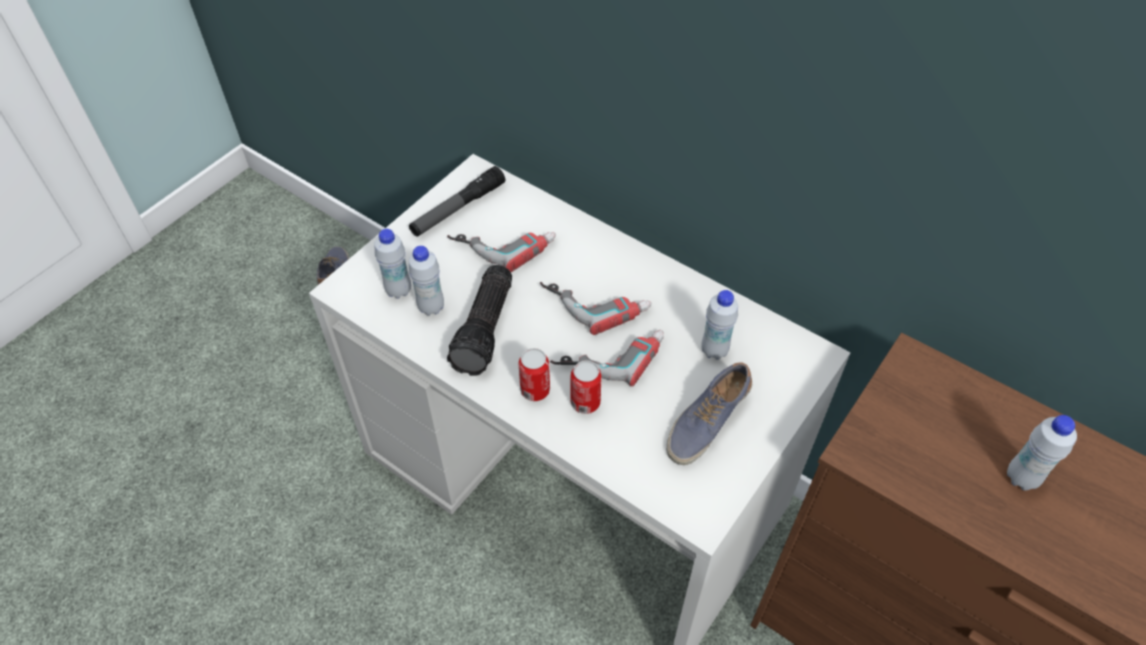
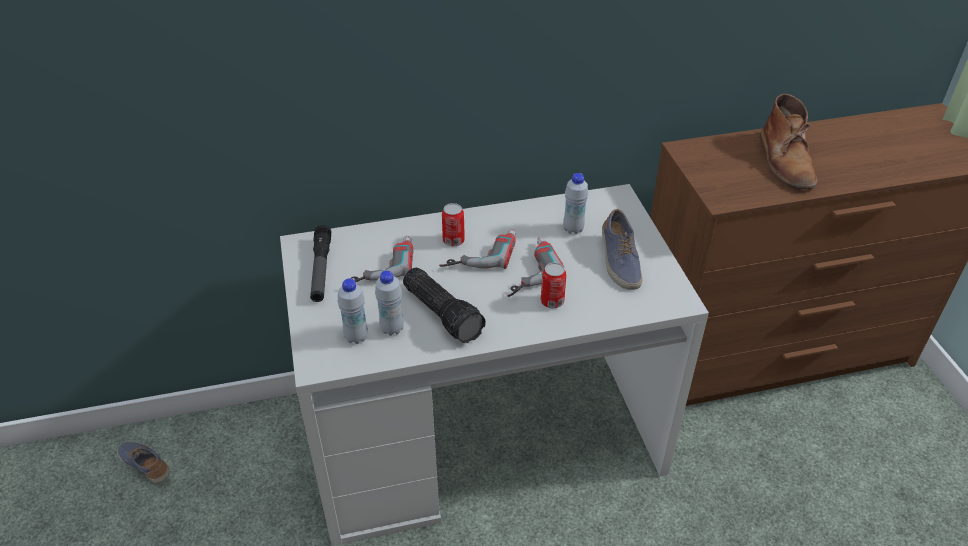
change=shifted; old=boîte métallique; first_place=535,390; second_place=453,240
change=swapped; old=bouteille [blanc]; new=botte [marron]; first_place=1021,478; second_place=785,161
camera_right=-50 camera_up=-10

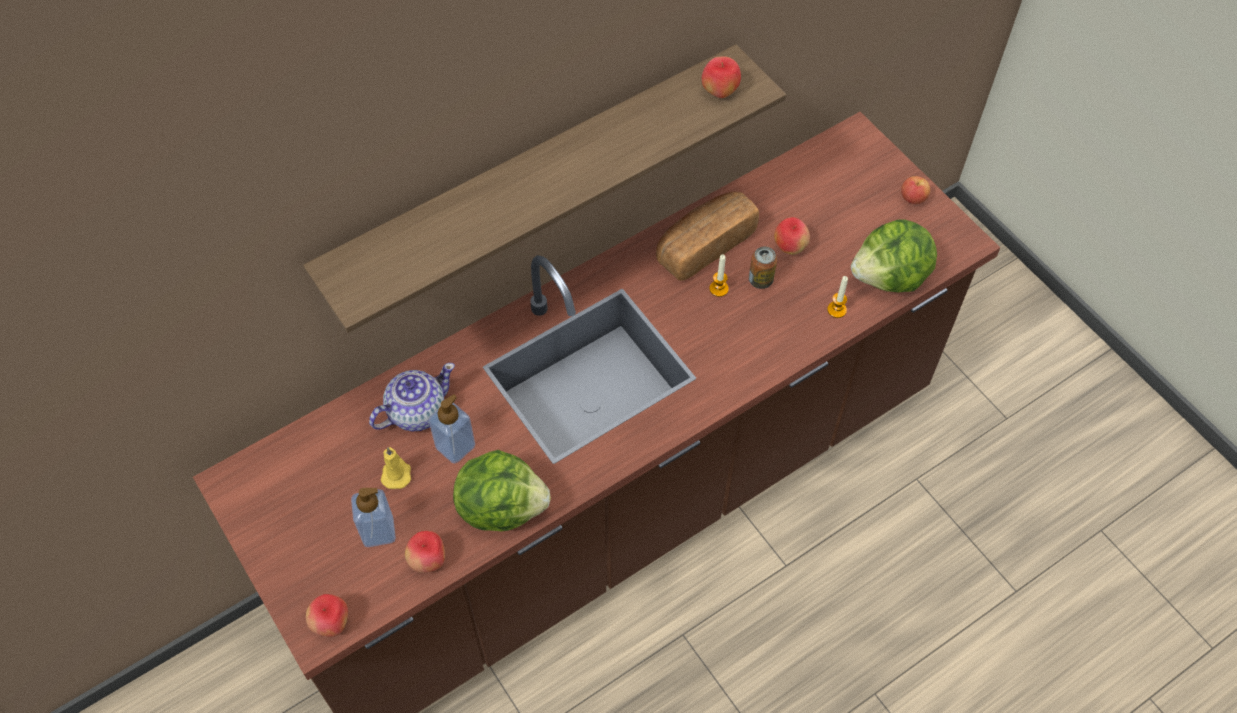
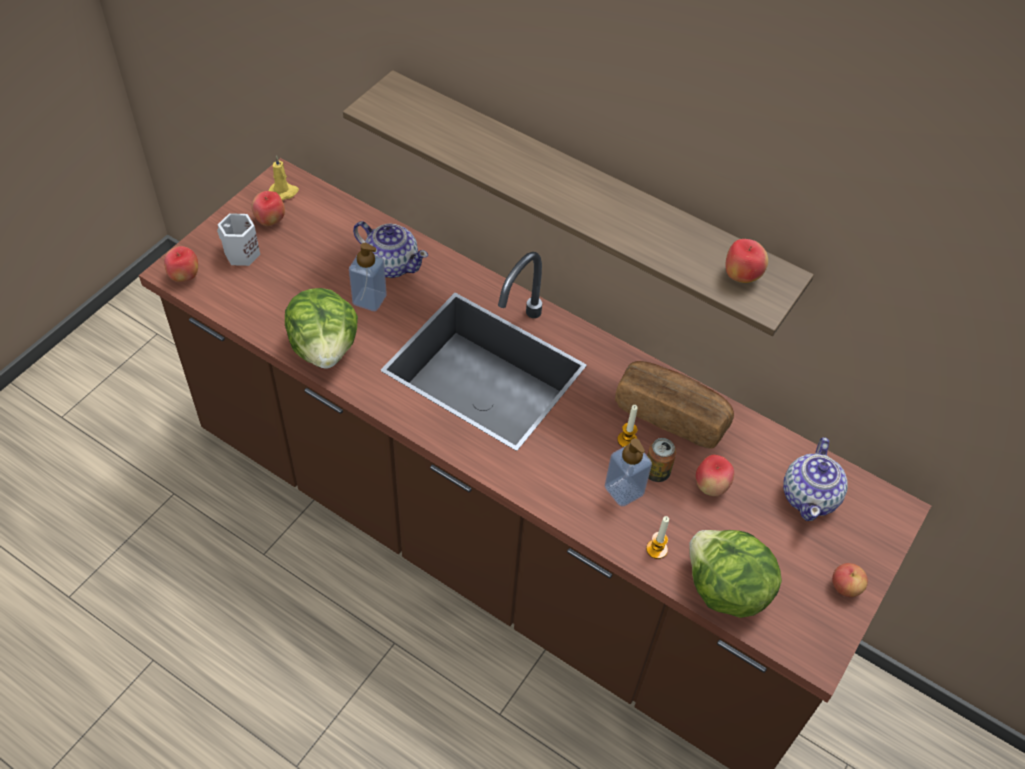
change=new; new=mug [blanc]; second_place=240,254
change=new; new=théière; second_place=810,496
change=shifted; old=distributeur de savon; first_place=378,531; second_place=624,490
change=shifted; old=bougie [jaune]; first_place=396,473; second_place=284,192
change=shifted; old=pomme; first_place=428,561; second_place=270,221
camera_right=65 camera_up=-5

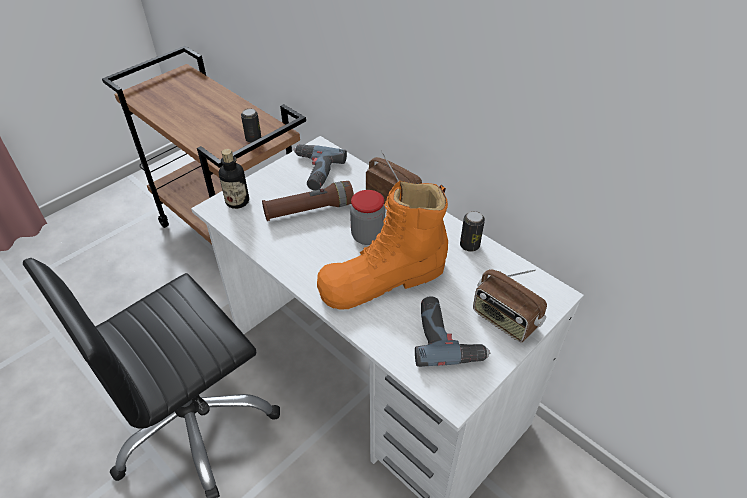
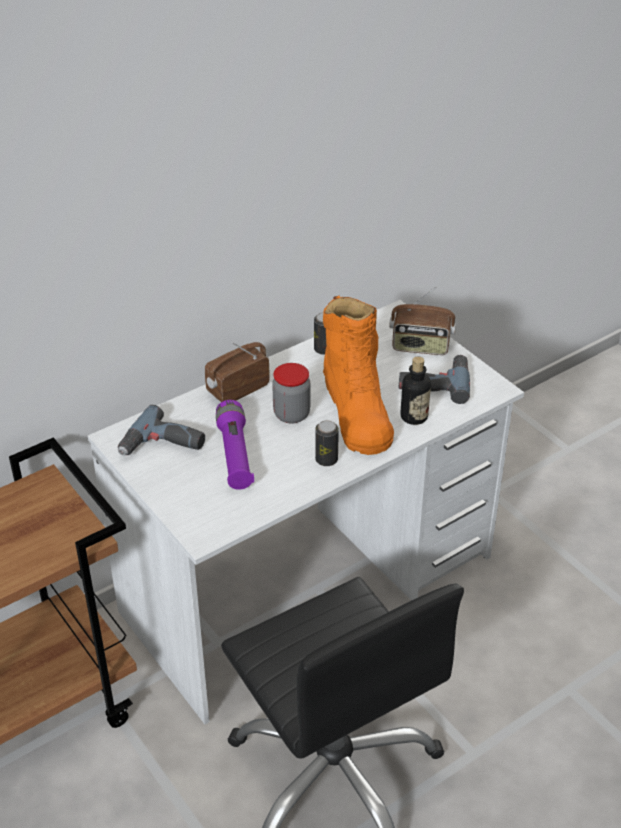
change=shifted; old=bouteille; first_place=237,201; second_place=414,416
change=shifted; old=boîte métallique; first_place=253,139; second_place=326,460
change=repainted; old=lampe de poche [marron]; new=lampe de poche [violet]; first_place=309,210; second_place=235,455
change=rotated; old=radio; first_place=504,320; second_place=420,347; degrees=45
camera_right=-80 camera_up=-5

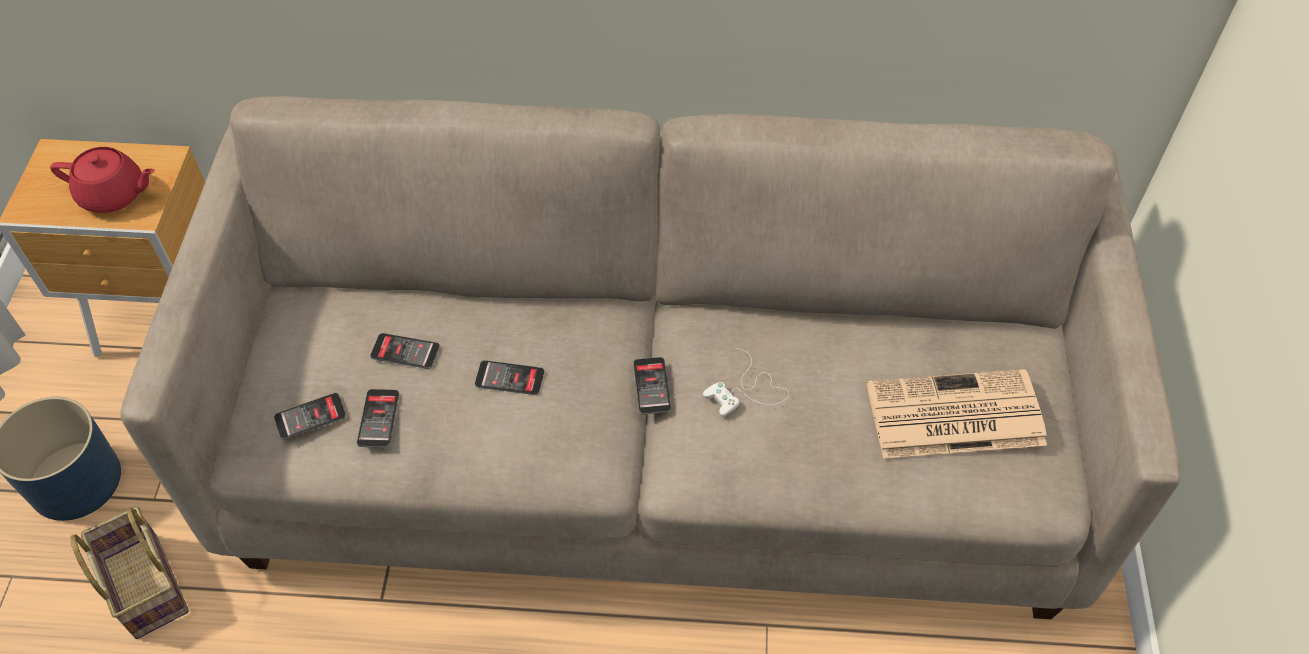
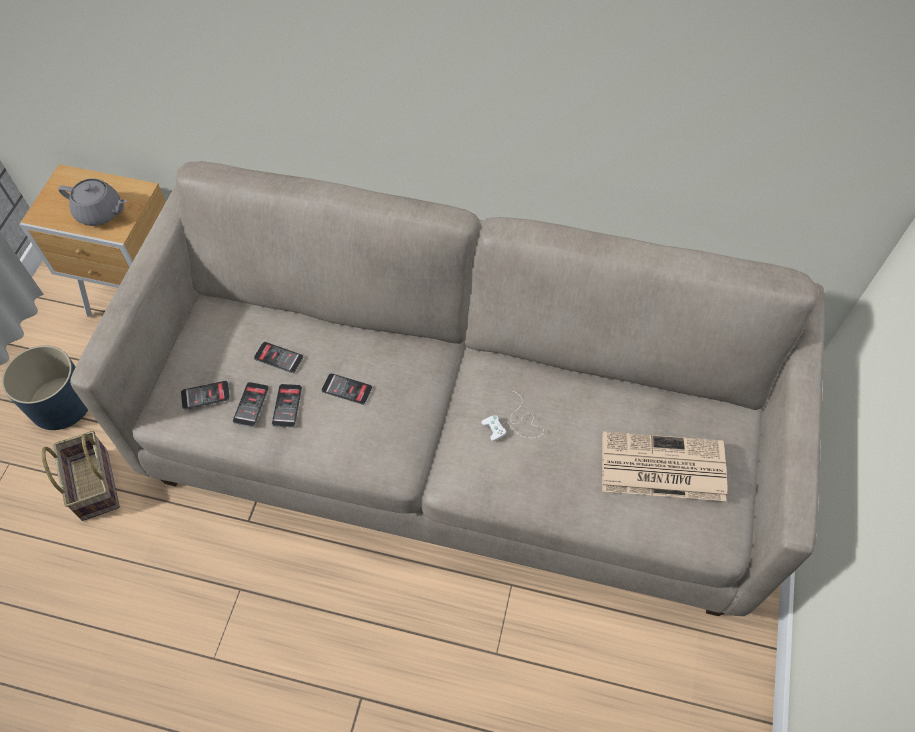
change=shifted; old=téléphone; first_place=651,386; second_place=287,406
change=repainted; old=théière [rouge]; new=théière [gris]; first_place=114,195; second_place=100,213
camera_right=10 camera_up=5

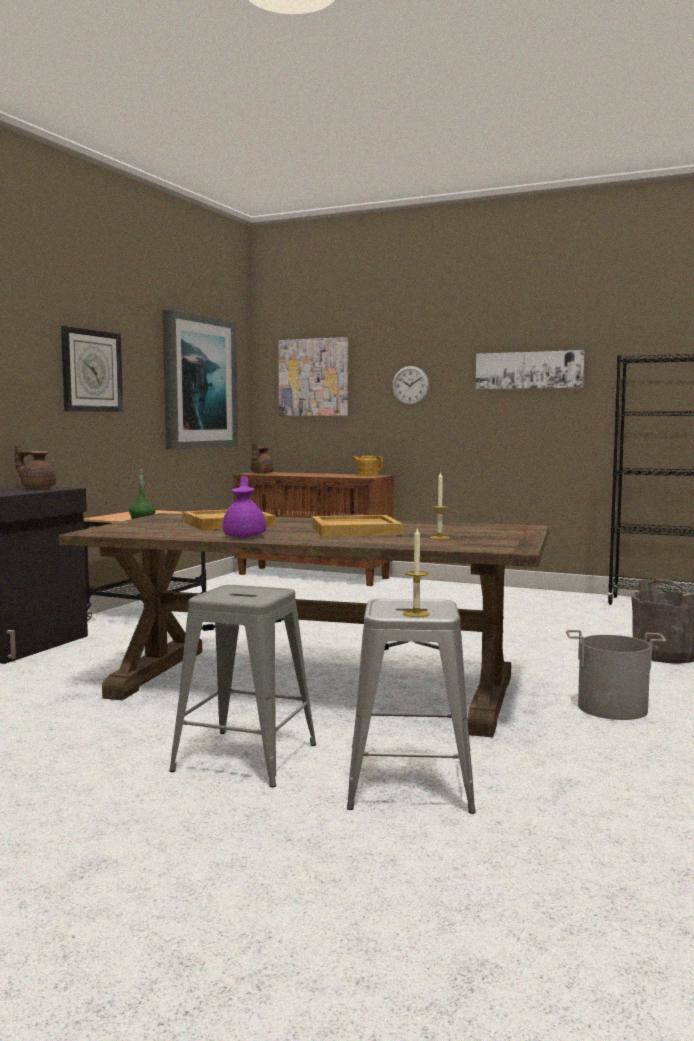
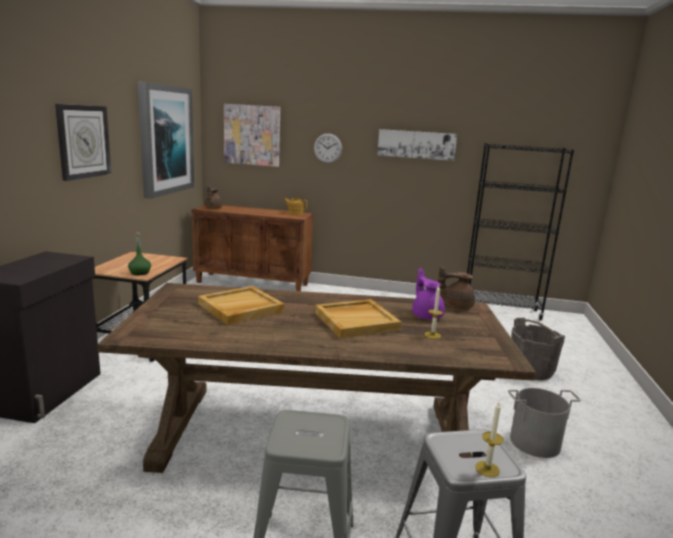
change=shifted; old=théière [marron]; first_place=37,488; second_place=456,306
change=shifted; old=théière [violet]; first_place=245,536; second_place=426,315
camera_right=-15 camera_up=10

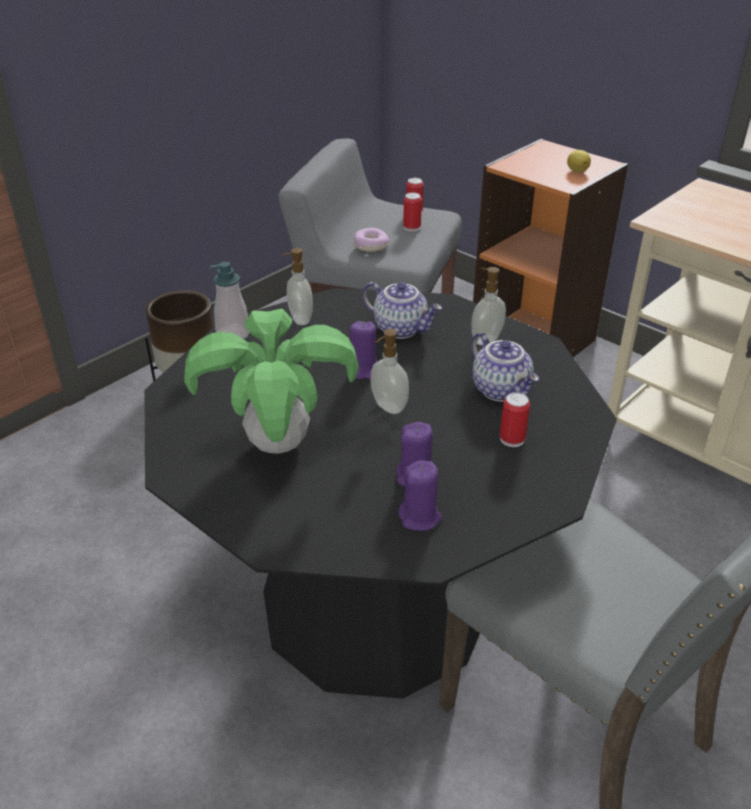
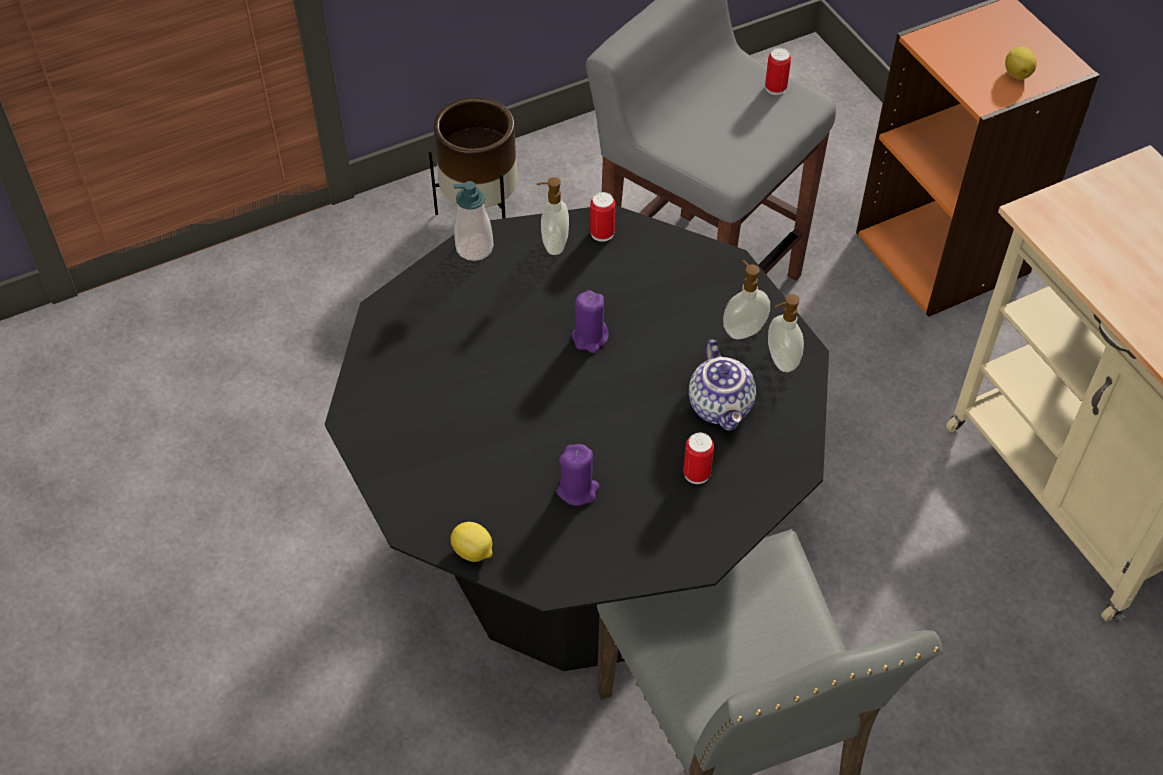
change=gone; old=plante en pot; first_place=278,444
change=gone; old=beignet; first_place=370,246
change=gone; old=théière; first_place=401,329
change=gone; old=bougie [violet]; first_place=420,517
change=new; new=citron; second_place=473,552
change=shifted; old=distributeur de savon; first_place=388,407; second_place=780,360
change=shifted; old=boîte métallique; first_place=412,227; second_place=602,233
camera_right=20 camera_up=15

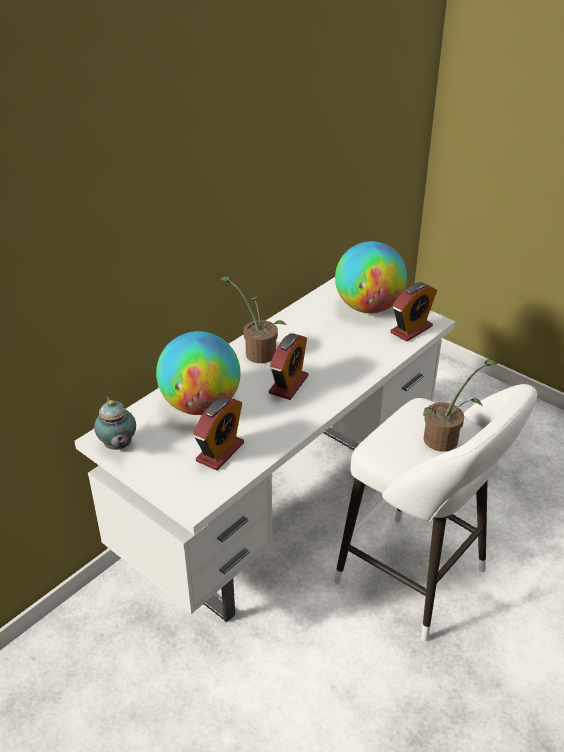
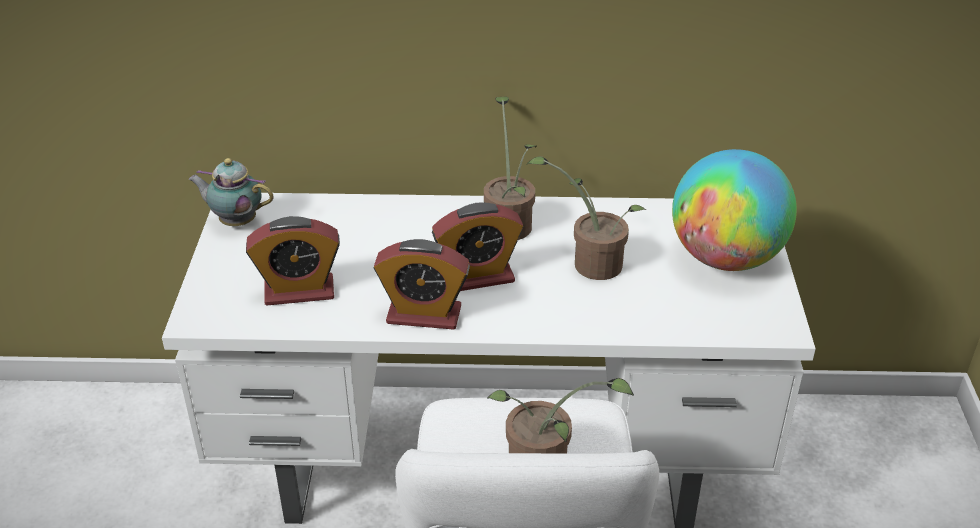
change=gone; old=globe; first_place=200,405
change=new; new=plante en pot; second_place=590,263
change=shifted; old=réveil; first_place=411,329; second_place=424,315
change=rotated; old=théière; first_place=118,446; second_place=236,221; degrees=75
camera_right=50 camera_up=0

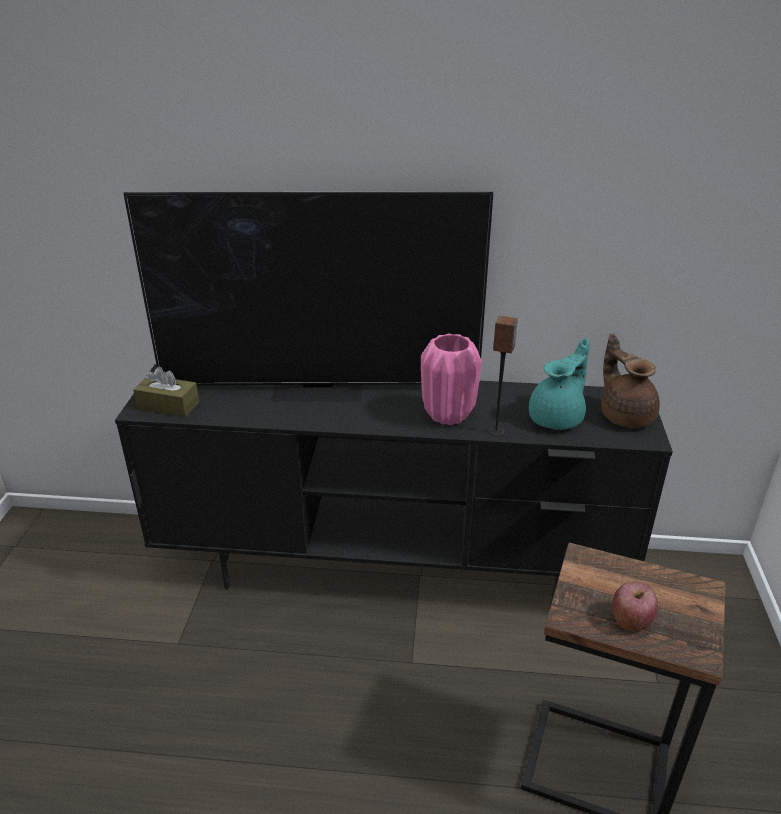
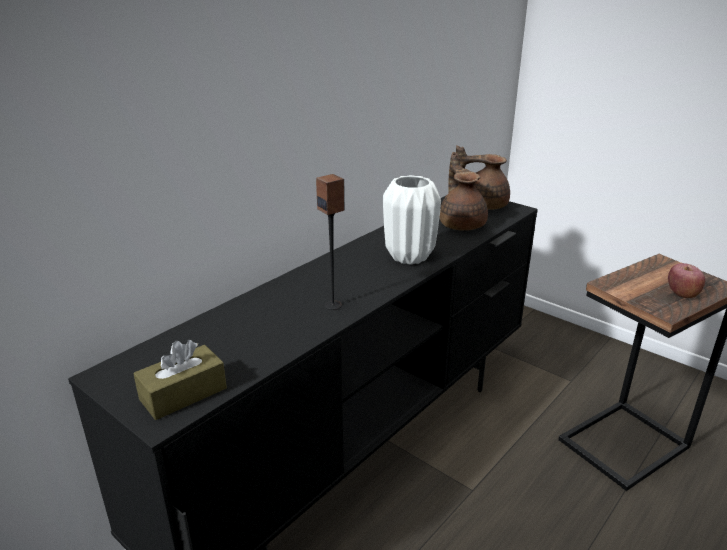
change=gone; old=téléviseur; first_place=320,388
change=shifted; old=enceinte; first_place=496,431; second_place=333,305
change=repainted; old=vase [rose]; new=vase [blanc]; first_place=448,415; second_place=408,257
change=repainted; old=théière [turquoise]; new=théière [marron]; first_place=558,418; second_place=462,224
camera_right=-55 camera_up=-5

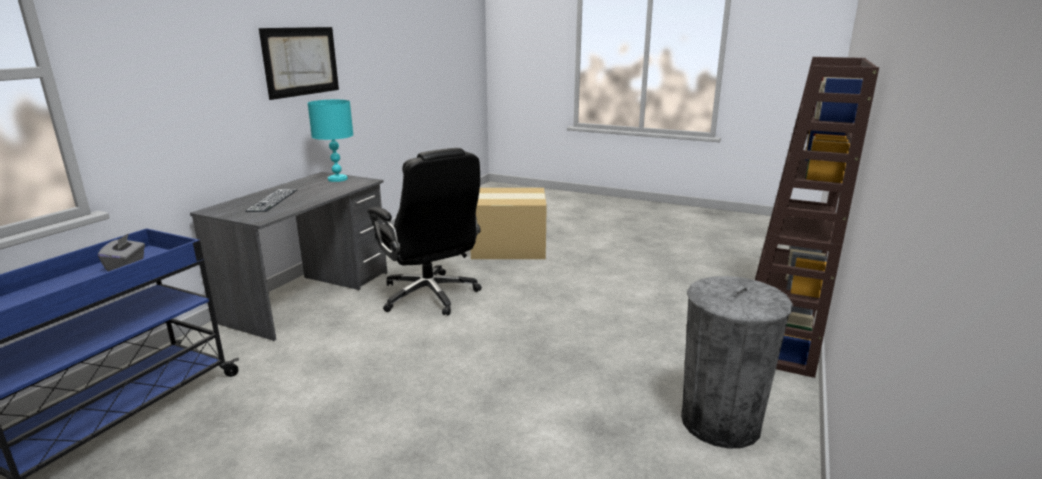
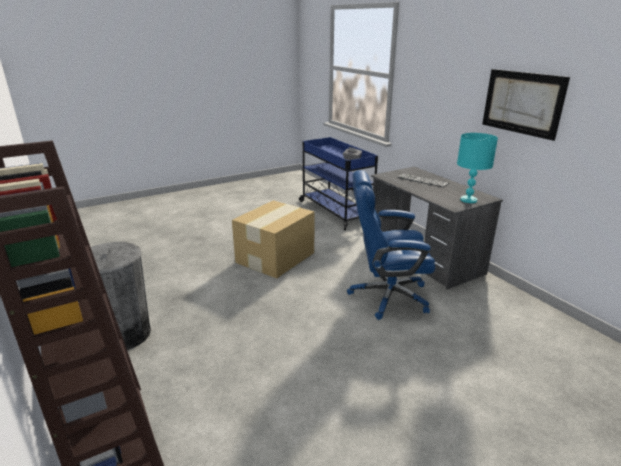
change=shifted; old=carton; first_place=509,247; second_place=274,257
change=repainted; old=chaise de bureau [noir]; new=chaise de bureau [bleu]; first_place=430,295; second_place=387,296
camera_right=125 camera_up=5

